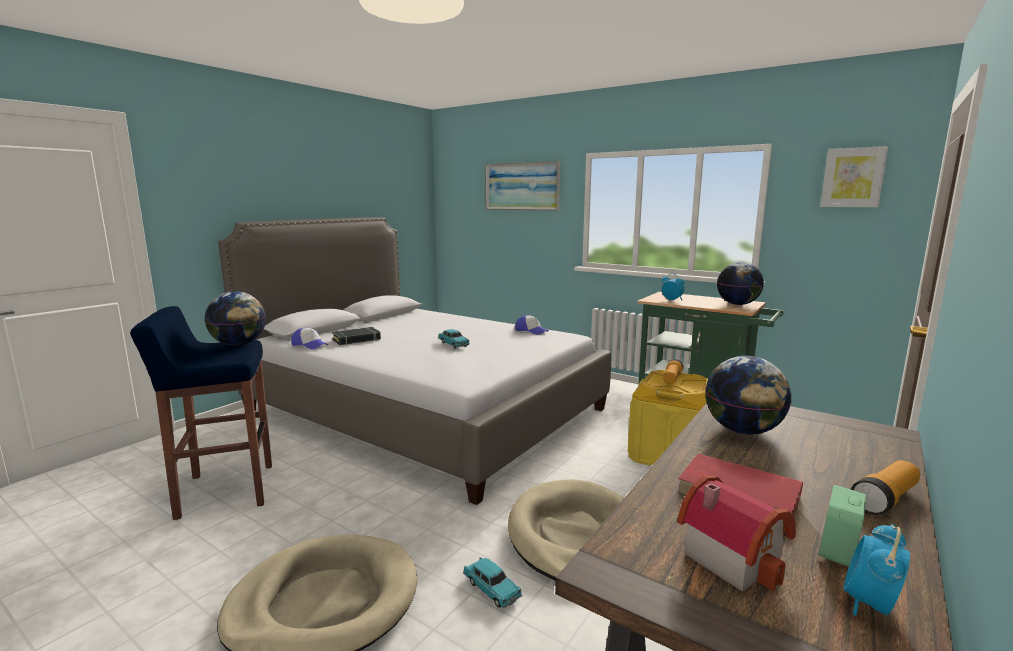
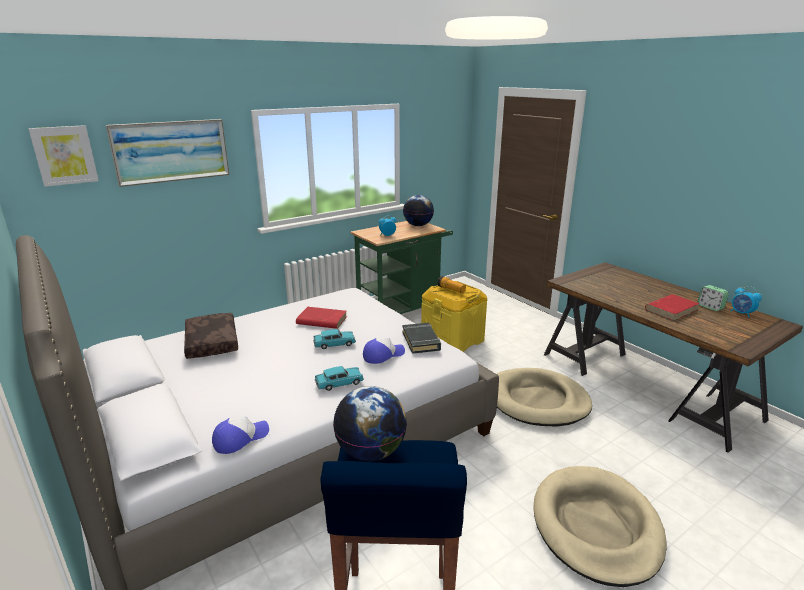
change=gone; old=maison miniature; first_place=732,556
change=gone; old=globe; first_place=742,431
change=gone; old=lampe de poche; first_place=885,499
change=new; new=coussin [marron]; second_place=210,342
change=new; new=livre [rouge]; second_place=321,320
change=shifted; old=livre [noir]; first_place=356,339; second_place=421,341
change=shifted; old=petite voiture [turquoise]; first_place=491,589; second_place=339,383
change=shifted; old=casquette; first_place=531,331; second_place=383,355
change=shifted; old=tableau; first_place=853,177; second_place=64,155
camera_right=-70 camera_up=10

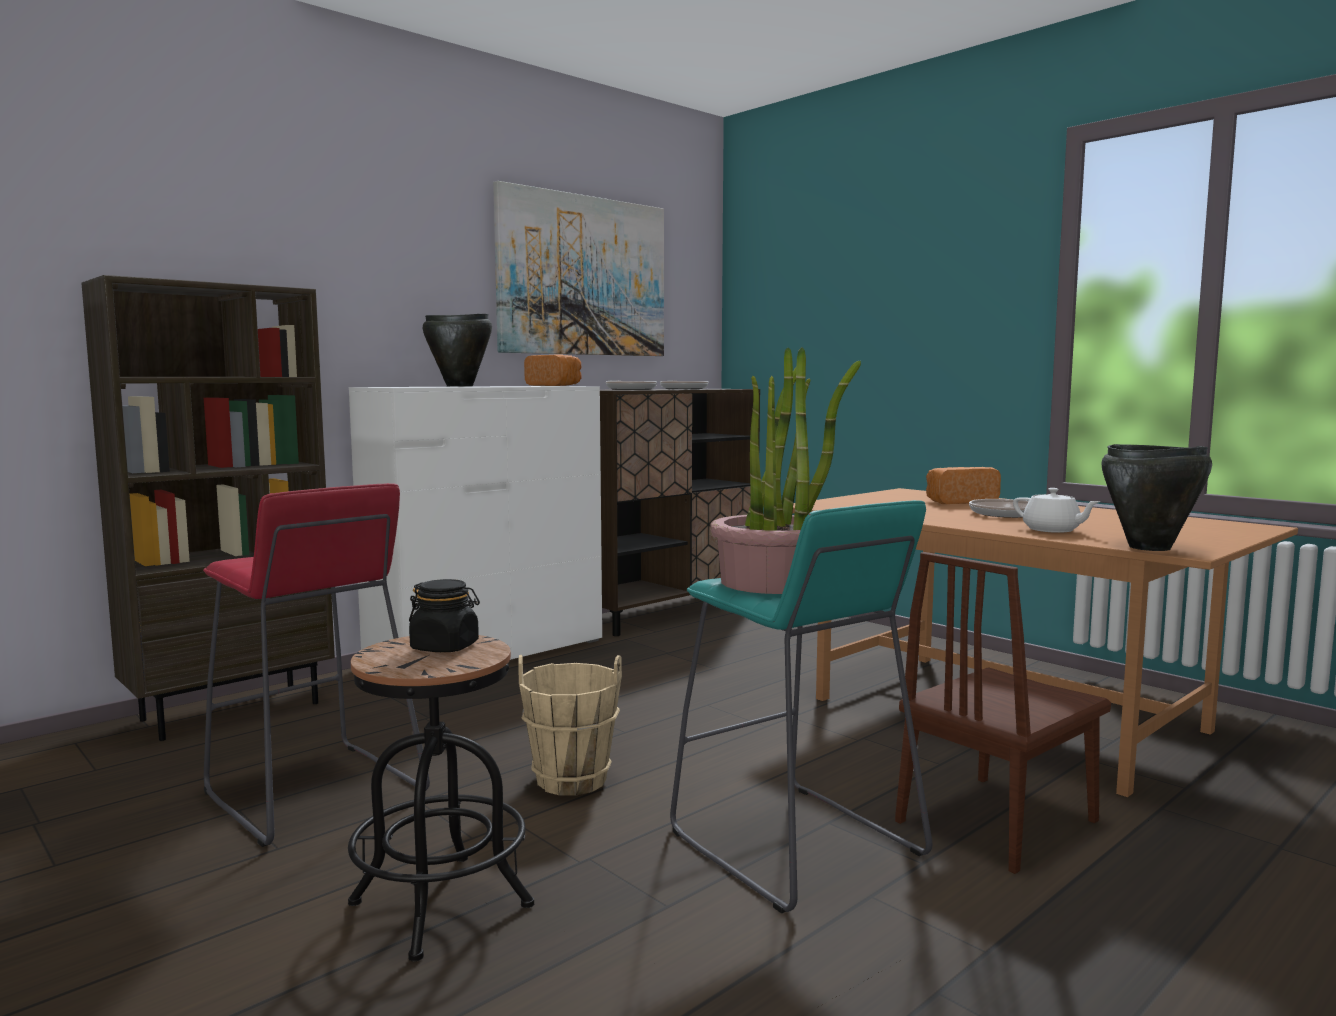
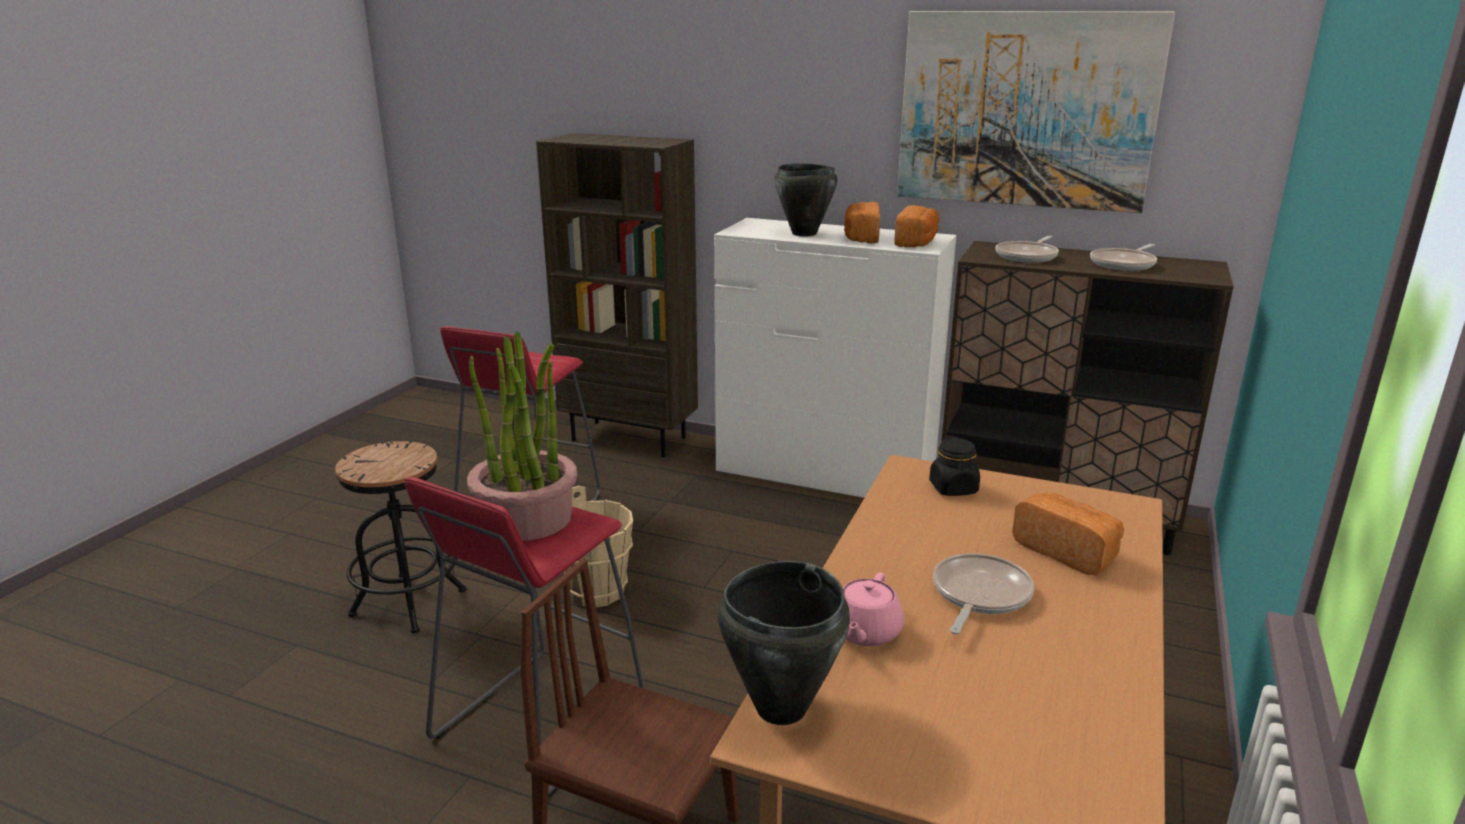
change=new; new=pain; second_place=861,237
change=shifted; old=bocal [noir]; first_place=445,647; second_place=953,488
change=repainted; old=tabouret [turquoise]; new=tabouret [rouge]; first_place=795,845; second_place=537,721
change=repainted; old=théière [blanc]; new=théière [rose]; first_place=1052,530; second_place=865,632
camera_right=65 camera_up=15

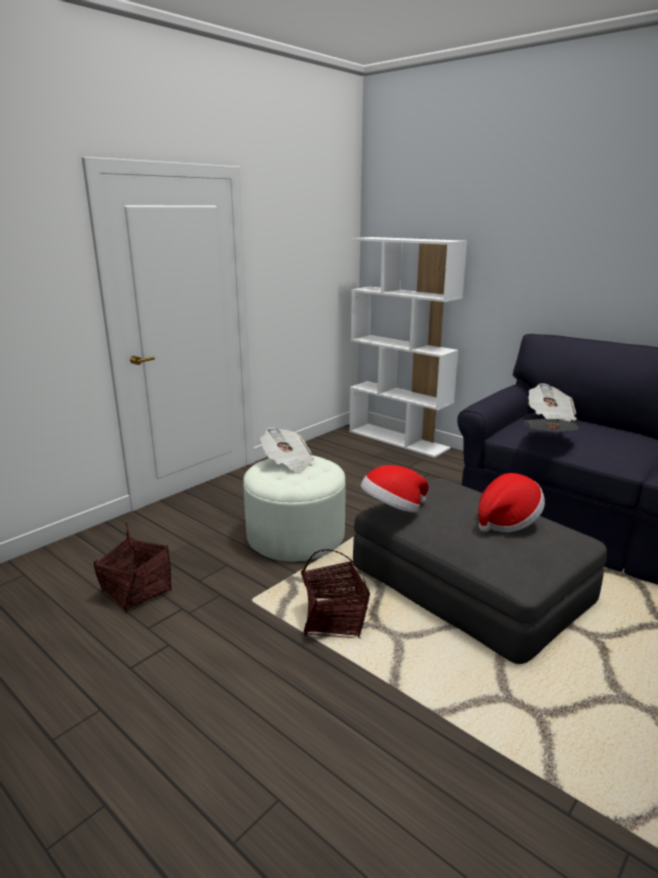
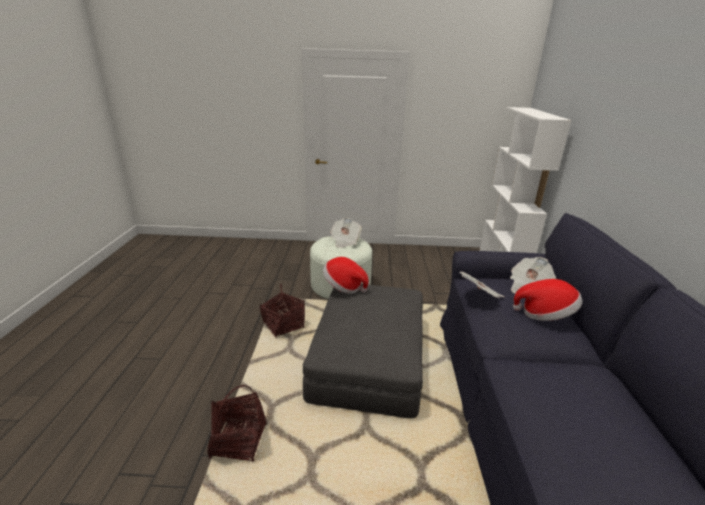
change=shifted; old=panier; first_place=137,591; second_place=239,440
change=shifted; old=chapeau; first_place=506,521; second_place=545,315
camera_right=50 camera_up=5

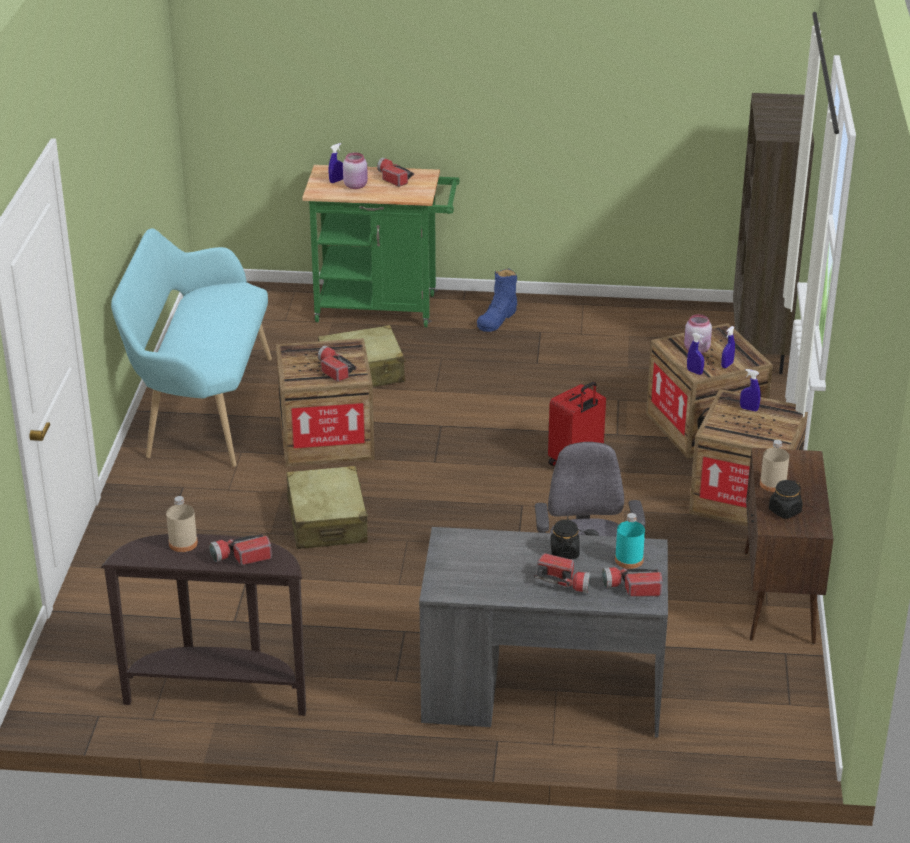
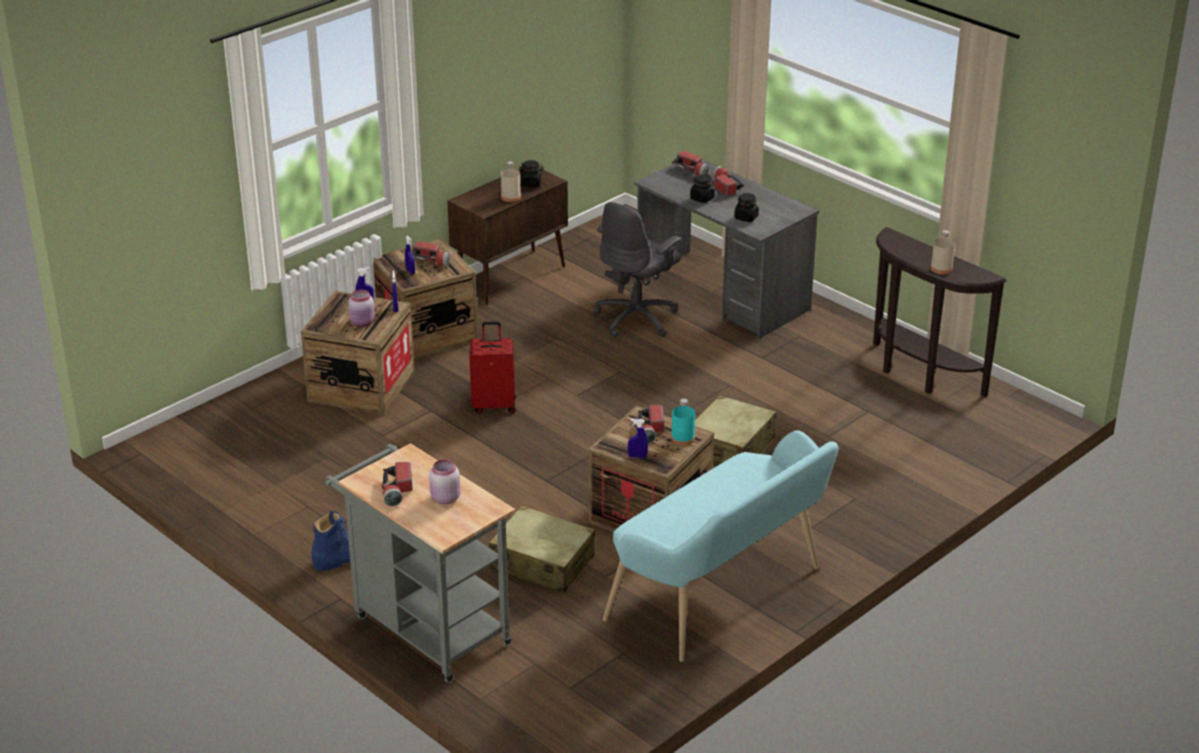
change=gone; old=bibliothèque [marron]; first_place=759,350
change=new; new=bocal [noir]; second_place=746,217
change=shifted; old=lampe de poche; first_place=241,557; second_place=431,261
change=shifted; old=vaporisateur [bleu]; first_place=336,181; second_place=637,456
change=shifted; old=bouteille [turquoise]; first_place=629,560; second_place=682,438
change=repainted; old=chariot [vert]; new=chariot [gris]; first_place=384,308; second_place=425,627
camera_right=-140 camera_up=0

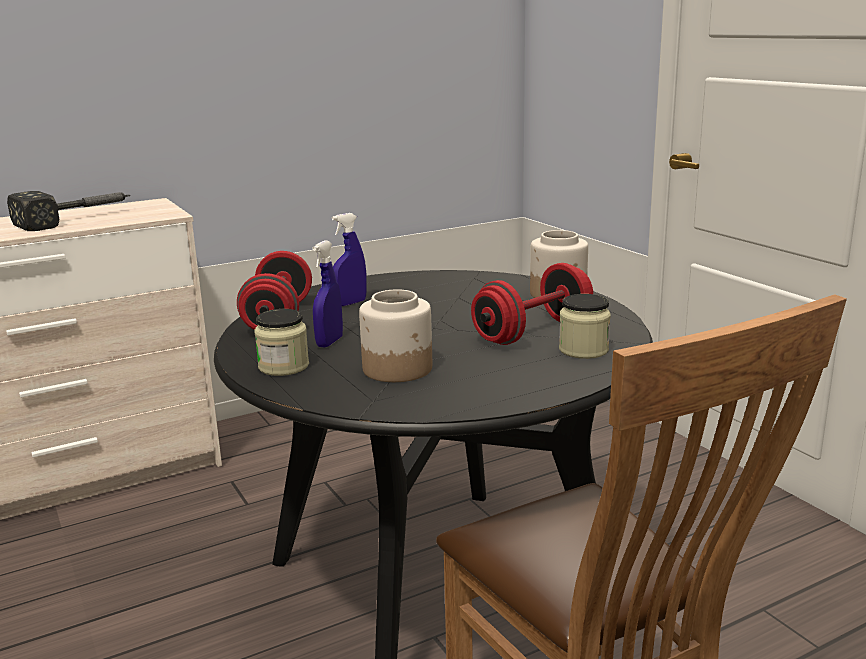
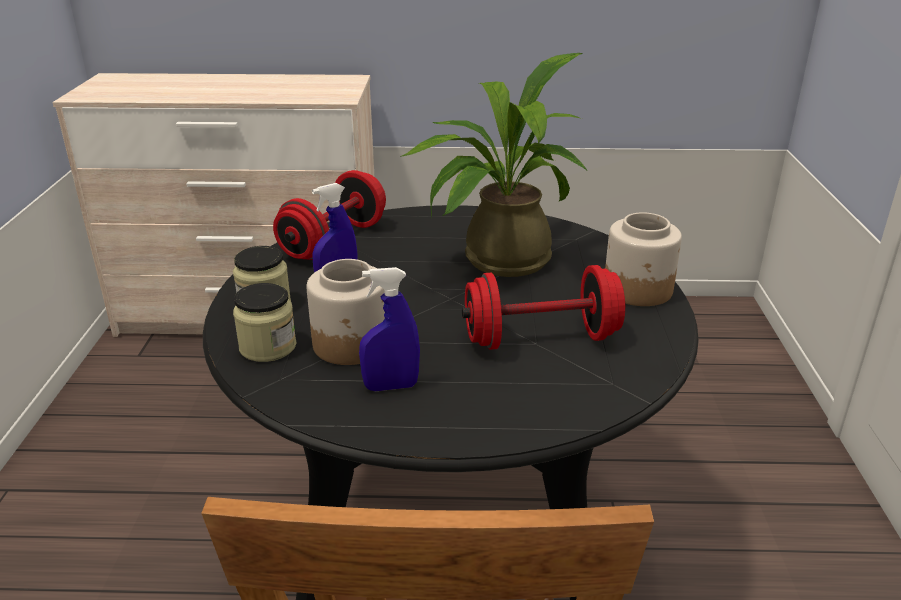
change=gone; old=marteau; first_place=78,219
change=new; new=plante en pot; second_place=496,261
change=shifted; old=vaporisateur [bleu]; first_place=350,303; second_place=391,386
change=shifted; old=bocal; first_place=583,350; second_place=268,347
camera_right=30 camera_up=10

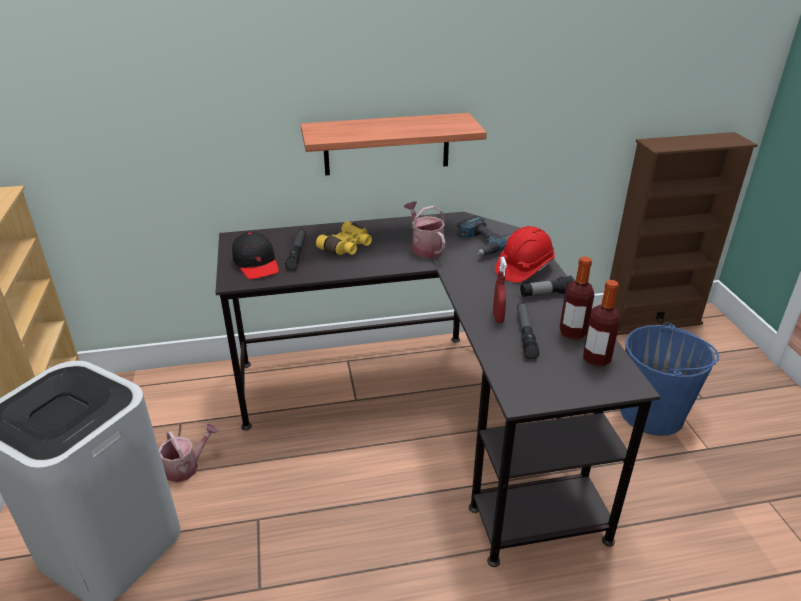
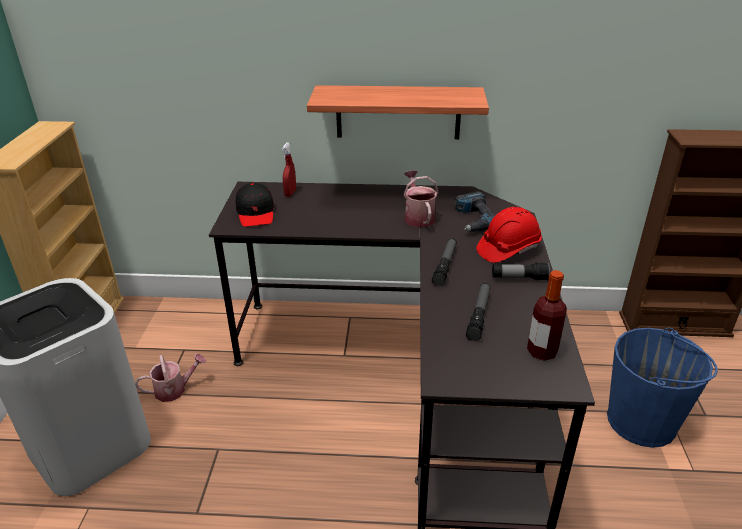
change=gone; old=jumelles [jaune]; first_place=347,247
change=gone; old=bouteille; first_place=572,333
change=shifted; old=lampe de poche; first_place=297,253; second_place=445,265
change=shifted; old=vaporisateur [rouge]; first_place=498,317; second_place=290,193
camera_right=15 camera_up=0

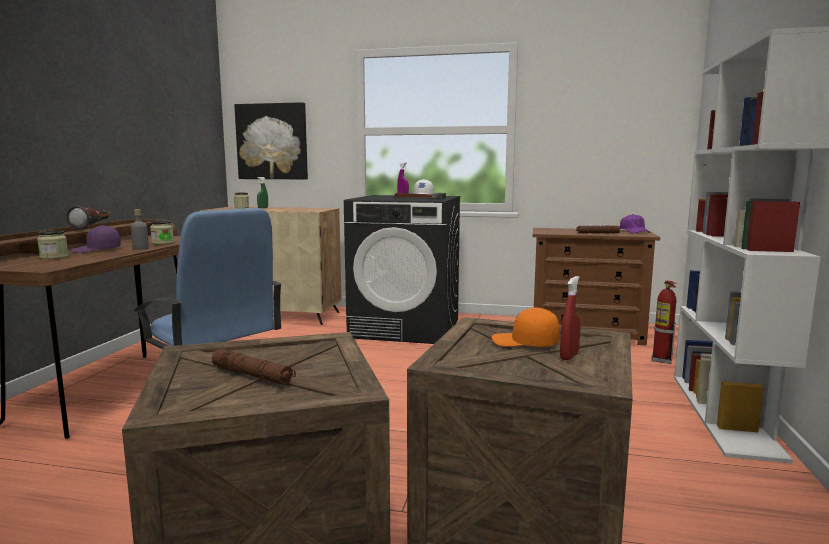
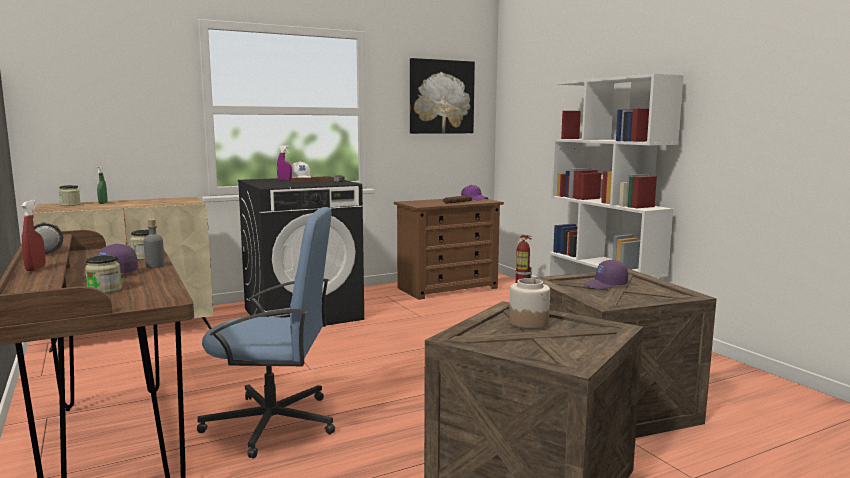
change=gone; old=lampe de poche [marron]; first_place=252,375
change=new; new=bocal; second_place=528,322
change=shifted; old=tableau; first_place=272,141; second_place=441,97
change=shifted; old=vaporisateur [rouge]; first_place=569,356; second_place=35,268
change=repainted; old=casquette [orange]; new=casquette [violet]; first_place=525,343; second_place=605,285
camera_right=-40 camera_up=0

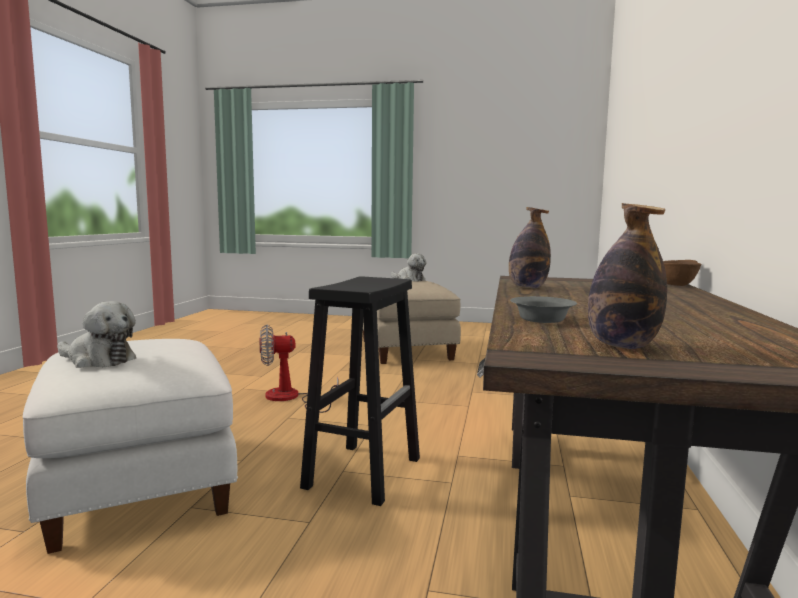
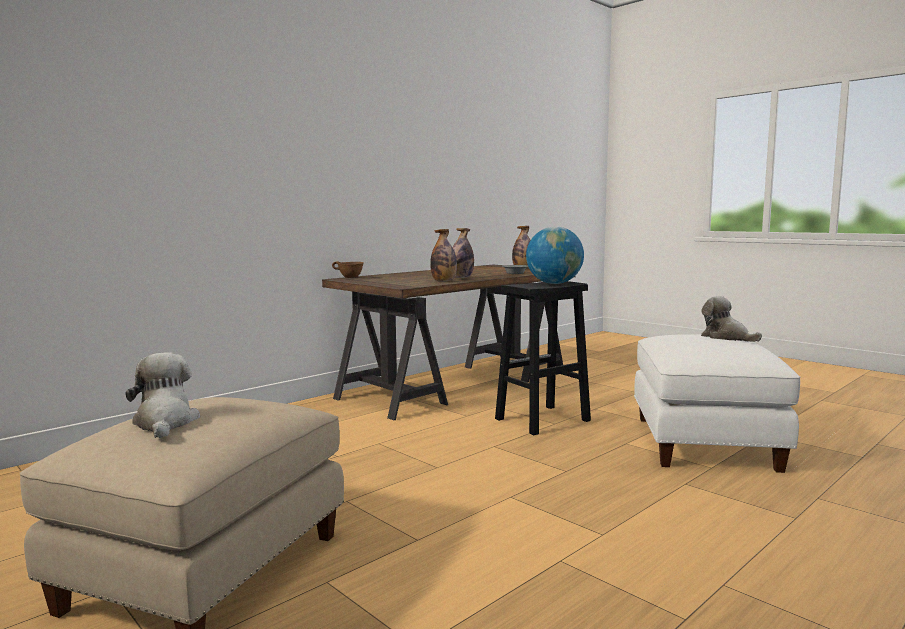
change=gone; old=ventilateur; first_place=290,398
change=new; new=bouteille; second_place=461,278
change=new; new=globe; second_place=554,283
camera_right=-145 camera_up=0

